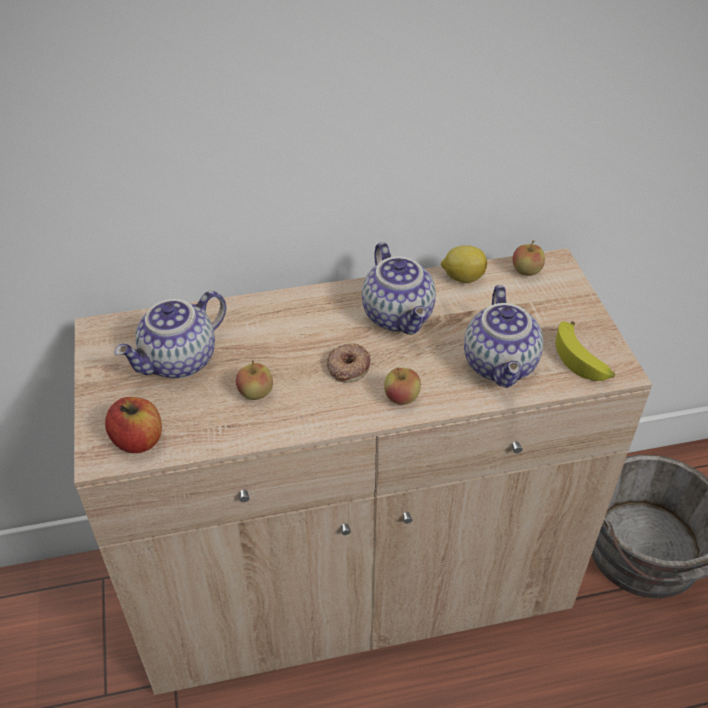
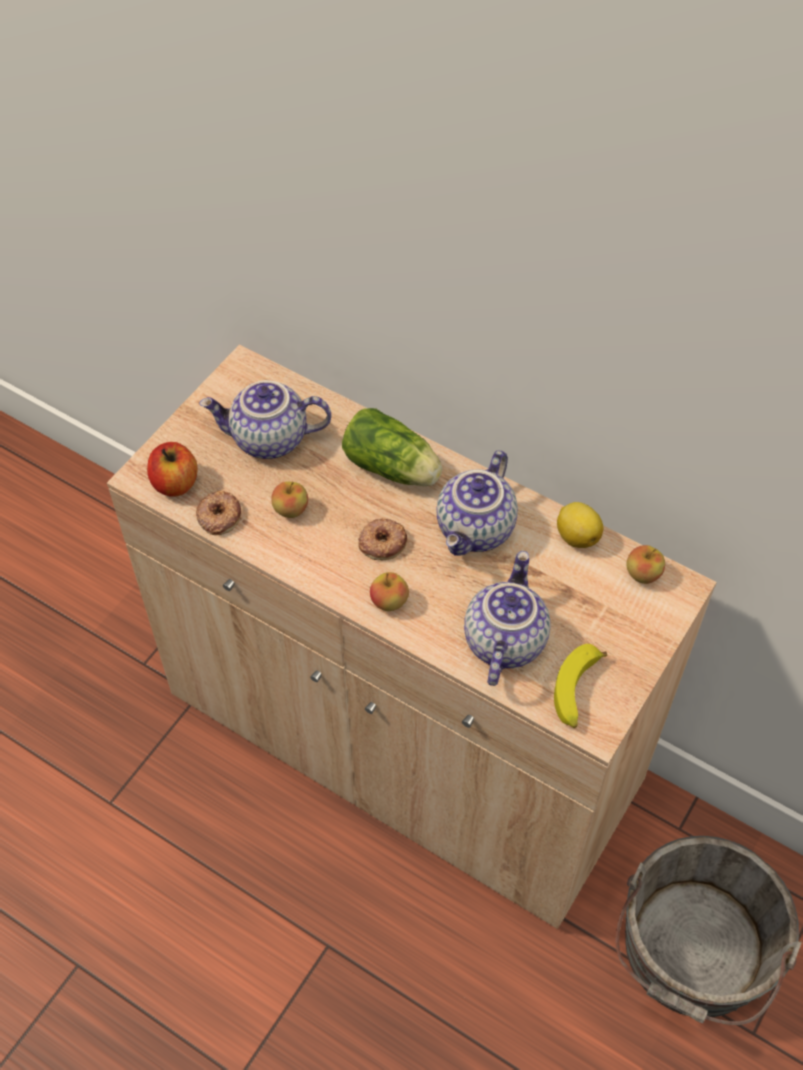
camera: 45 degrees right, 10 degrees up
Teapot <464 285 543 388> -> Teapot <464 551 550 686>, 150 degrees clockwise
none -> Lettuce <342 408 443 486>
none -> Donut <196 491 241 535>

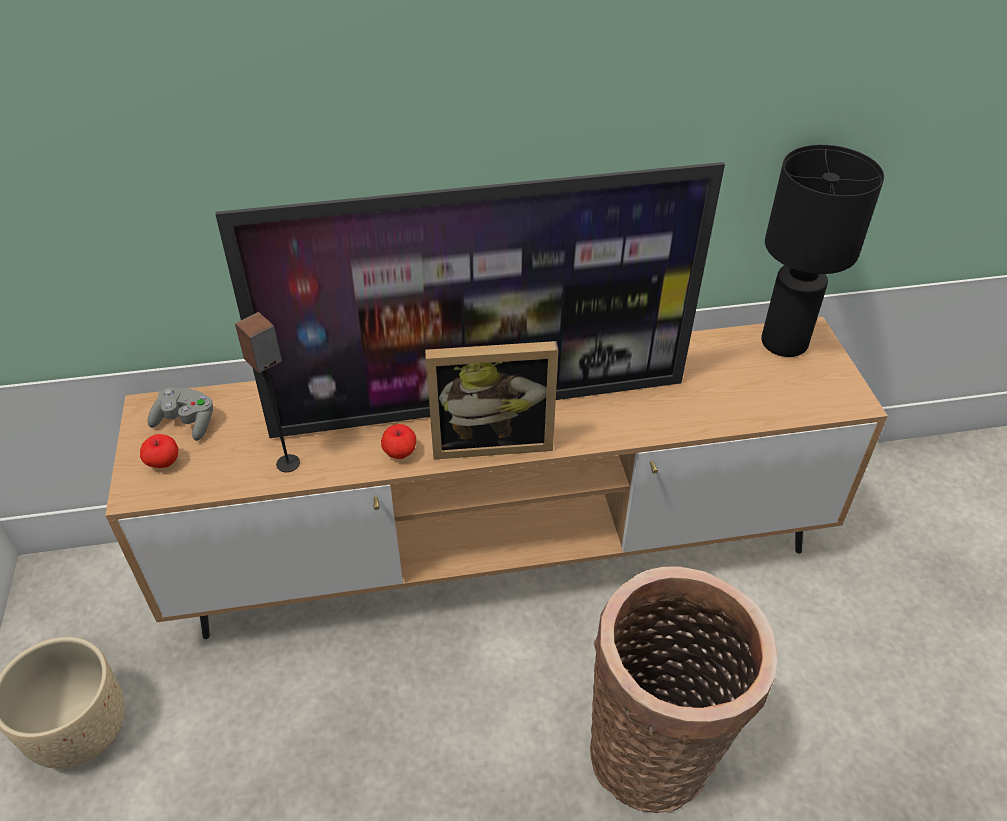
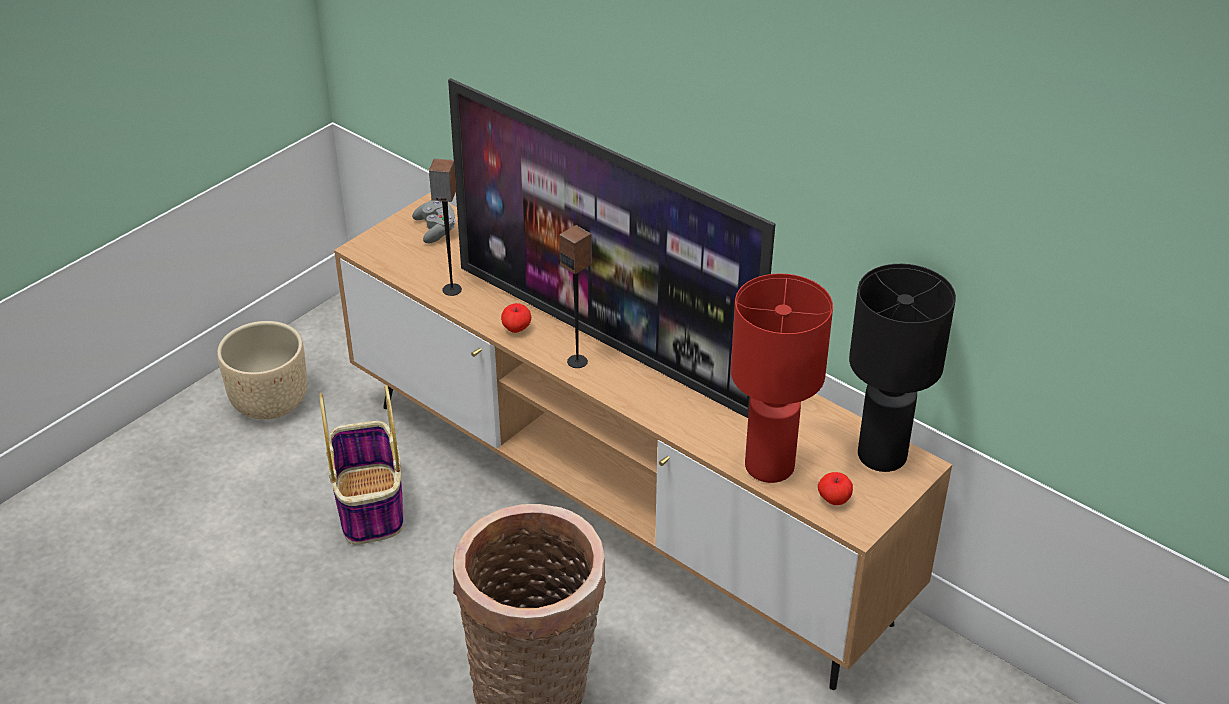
camera: 50 degrees right, 5 degrees down
PictureFrame <425 341 558 460> -> Speaker <559 225 592 368>
Apple <140 434 178 468> -> Apple <818 472 853 505>, moved
none -> RedTableLamp <731 273 833 483>
none -> Basket <319 385 403 545>

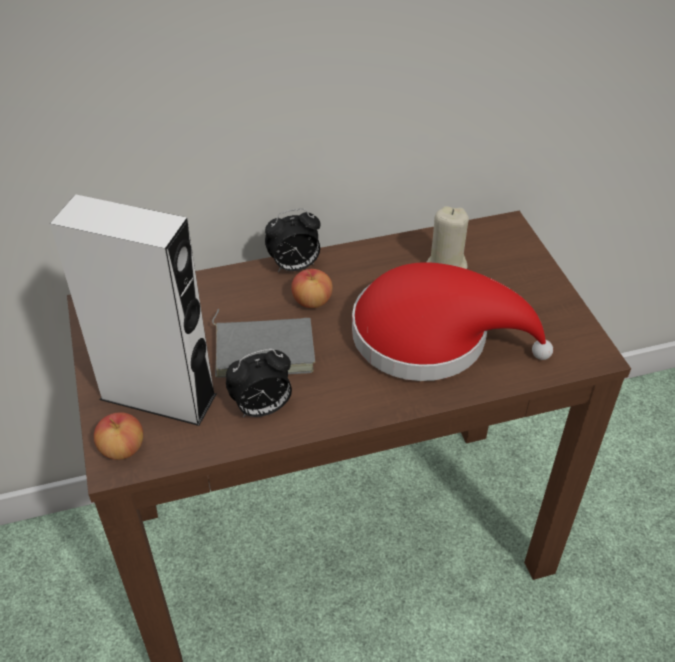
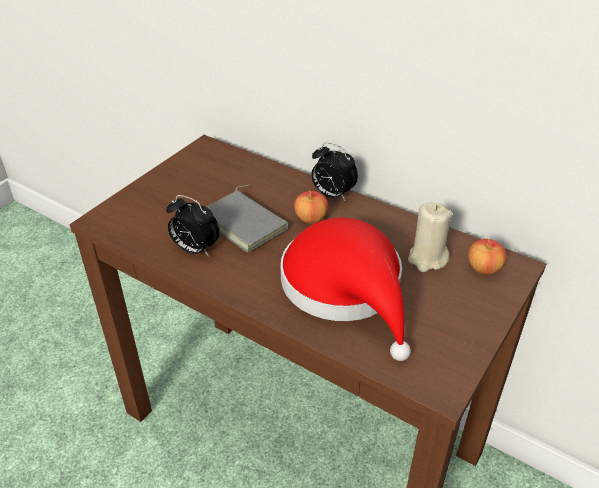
camera: 50 degrees right, 5 degrees down
WhiteSpeaker <50 194 217 426> -> none
Apple <94 412 143 460> -> Apple <468 239 507 275>, moved

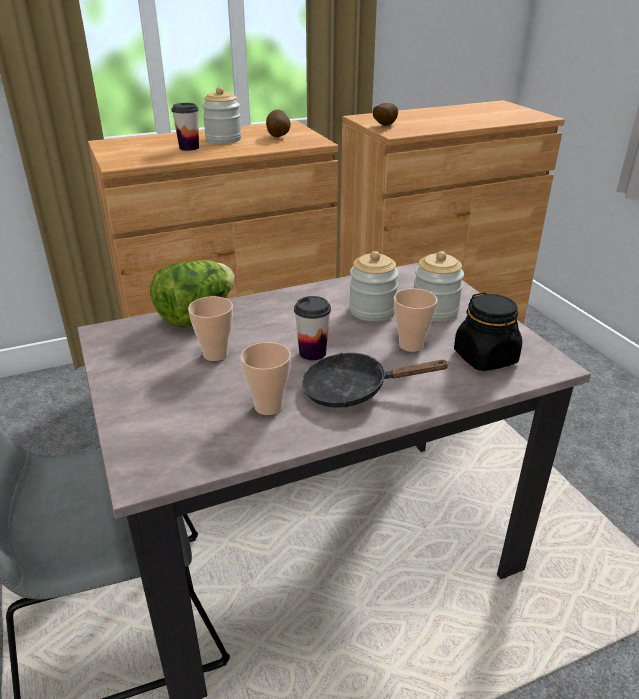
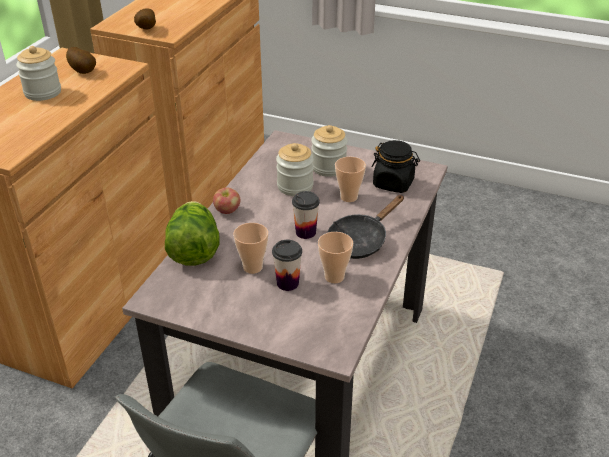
camera: 45 degrees left, 5 degrees up
Cup <172 103 199 151> -> Cup <272 240 302 291>, moved
none -> Apple <213 187 240 214>

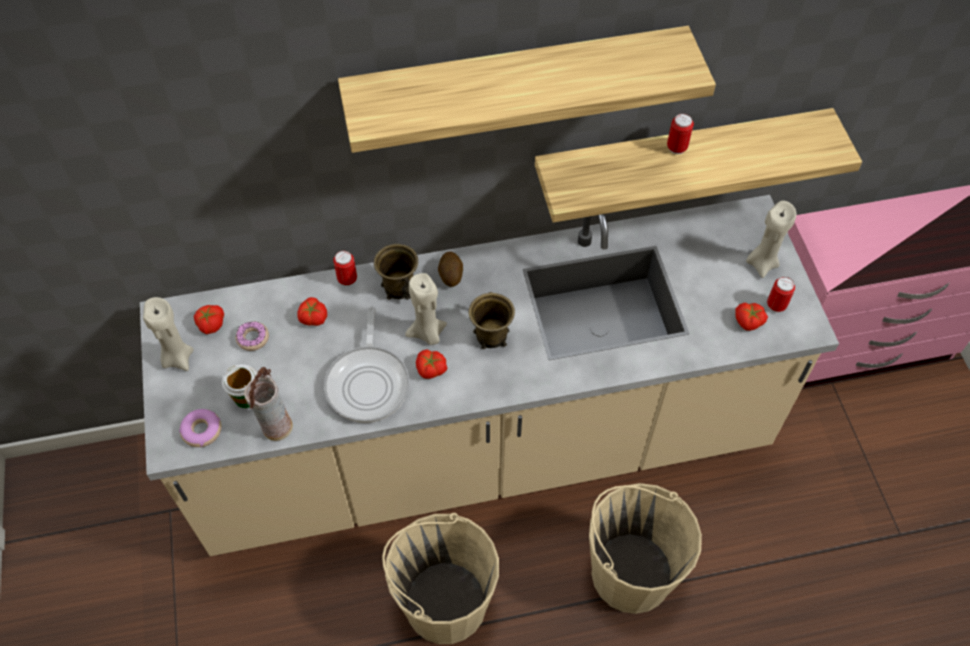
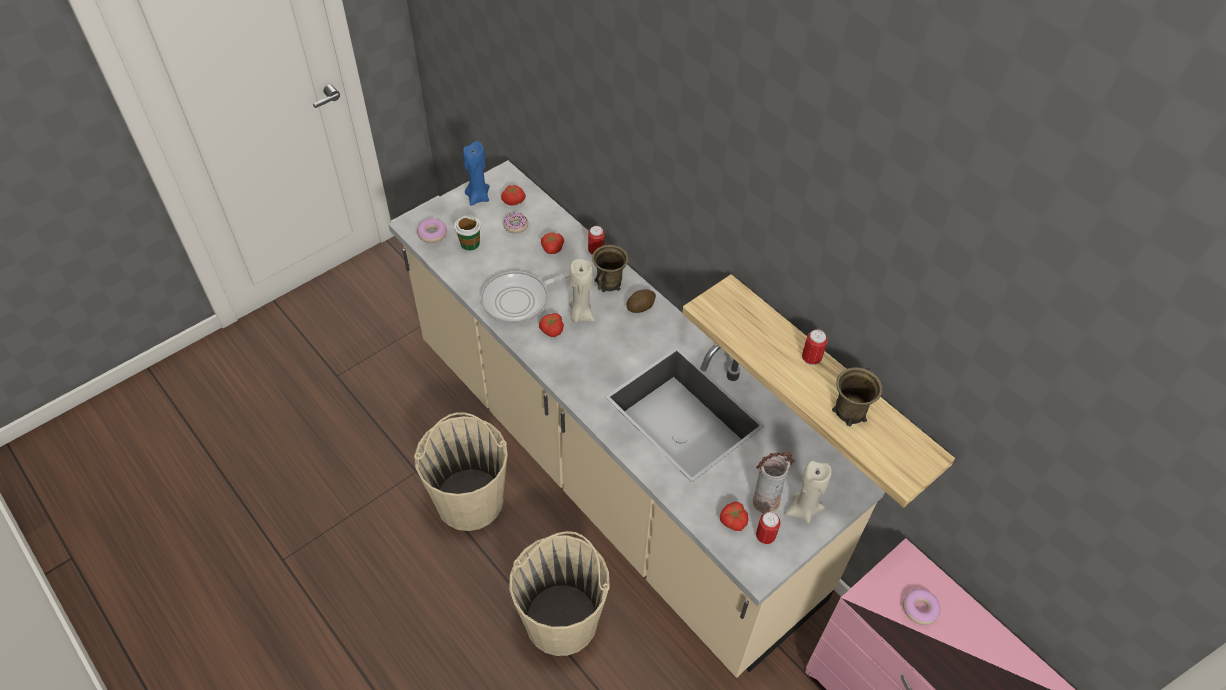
camera: 60 degrees right, 5 degrees down
Shelf <338 26 716 153> -> none
BrownMug <469 292 515 349> -> BrownMug <832 367 883 426>, moved
BeigeCandle <143 297 194 371> -> BlueCandle <463 141 490 206>
Vase <244 367 293 441> -> Vase <753 452 795 513>, moved
none -> Donut <903 589 941 625>

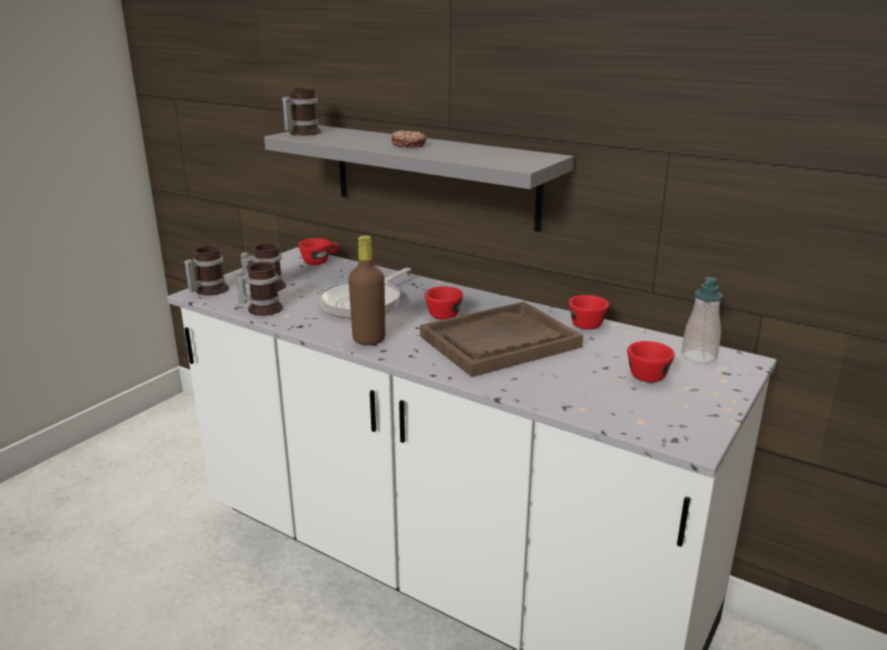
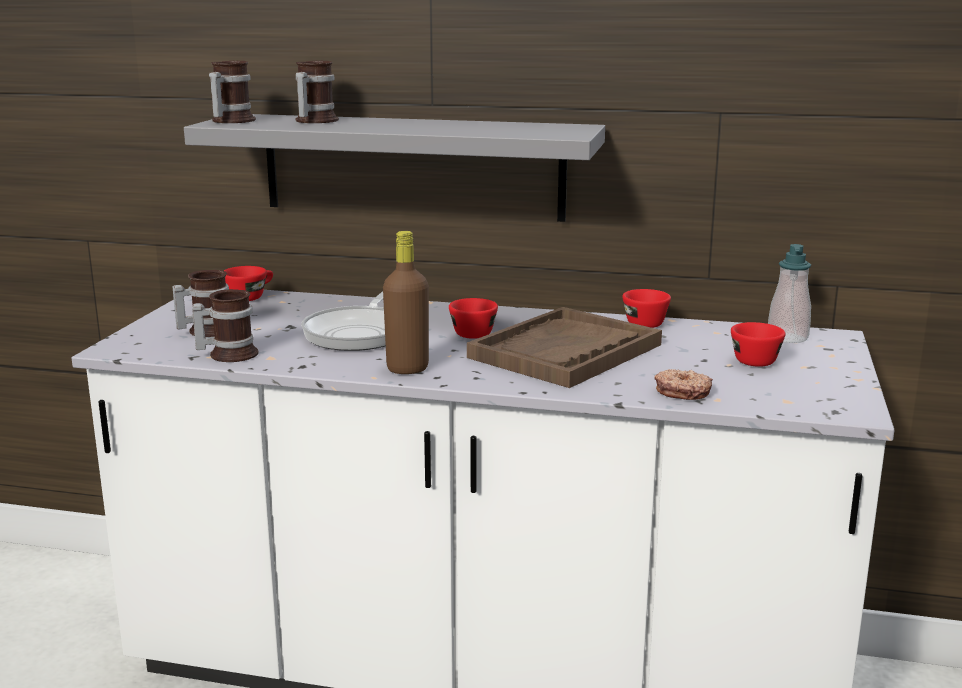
camera: 20 degrees left, 5 degrees down
Donut <392 130 426 148> -> Donut <654 369 713 400>, moved
Mug <184 245 229 296> -> Mug <296 61 339 123>, moved

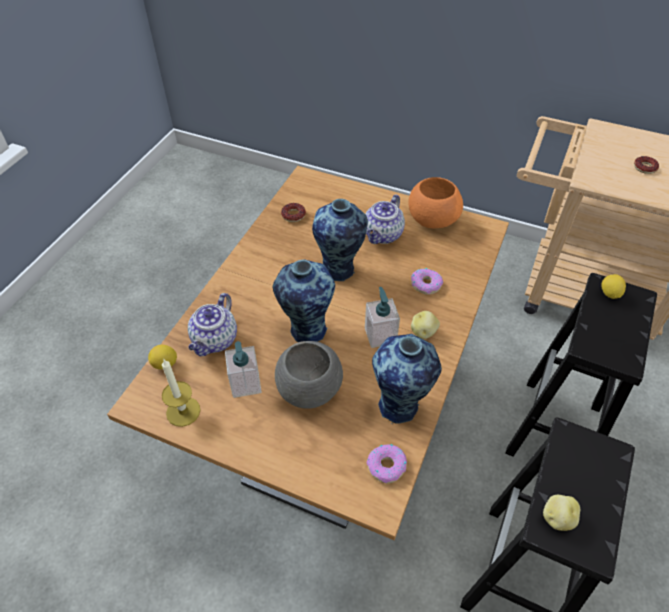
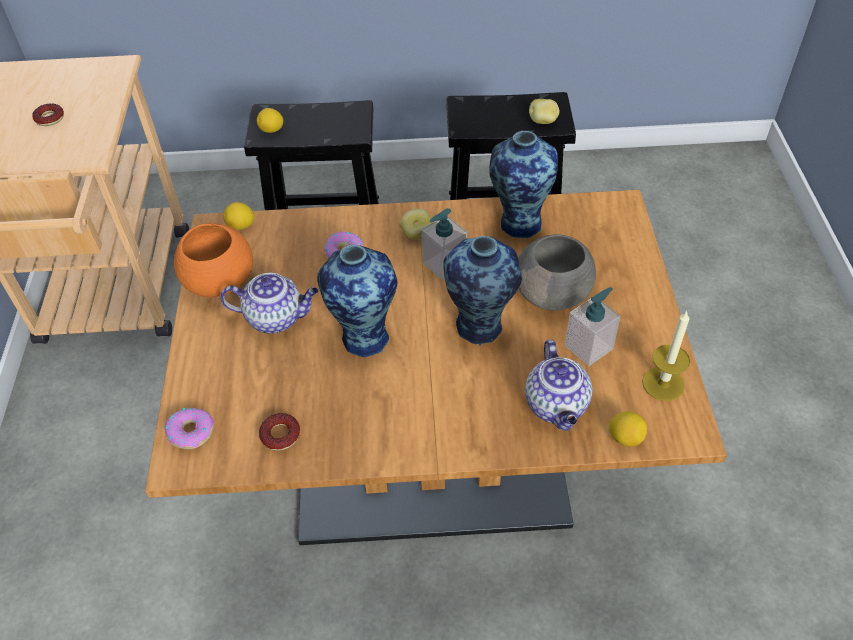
camera: 115 degrees left, 0 degrees up
Teapot <188 293 237 356> -> Teapot <525 339 593 431>, 90 degrees clockwise
Donut <367 444 407 483> -> Donut <165 408 214 449>, moved
none -> Lemon <223 202 254 230>

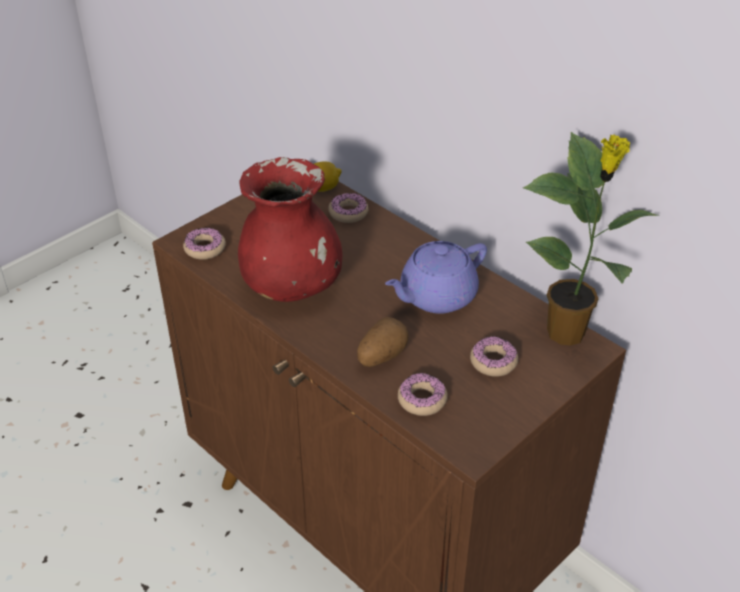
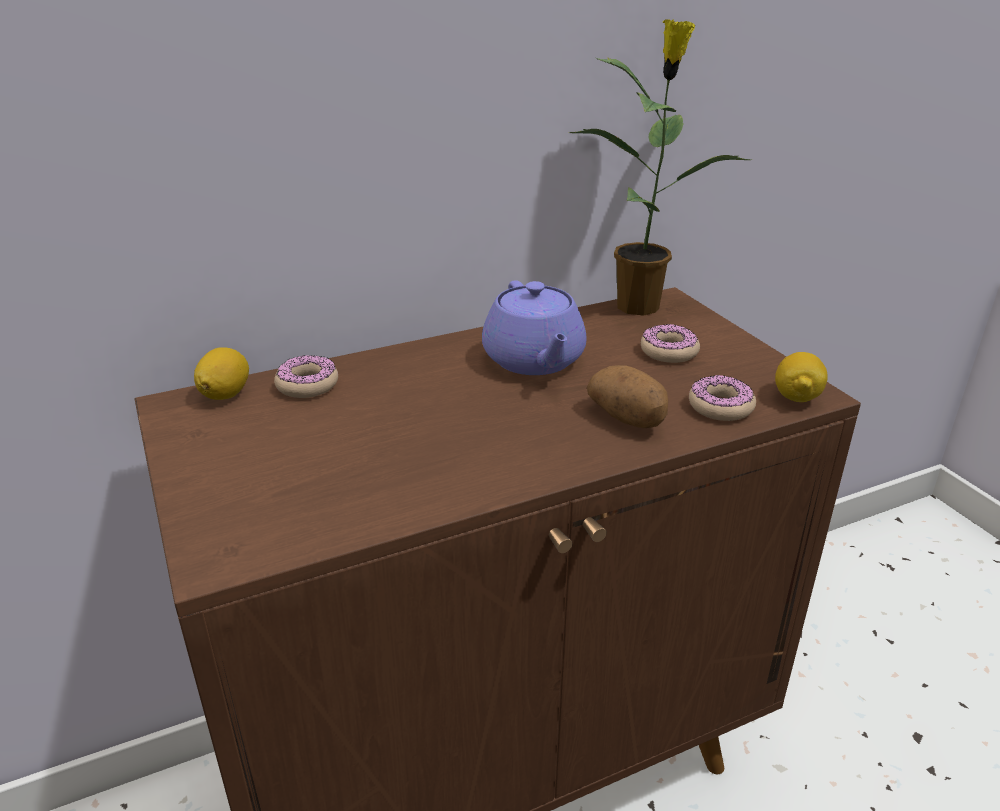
camera: 70 degrees left, 10 degrees down
RedVase <238 157 342 302> -> none
Donut <183 228 226 260> -> none
none -> Lemon <775 352 828 402>

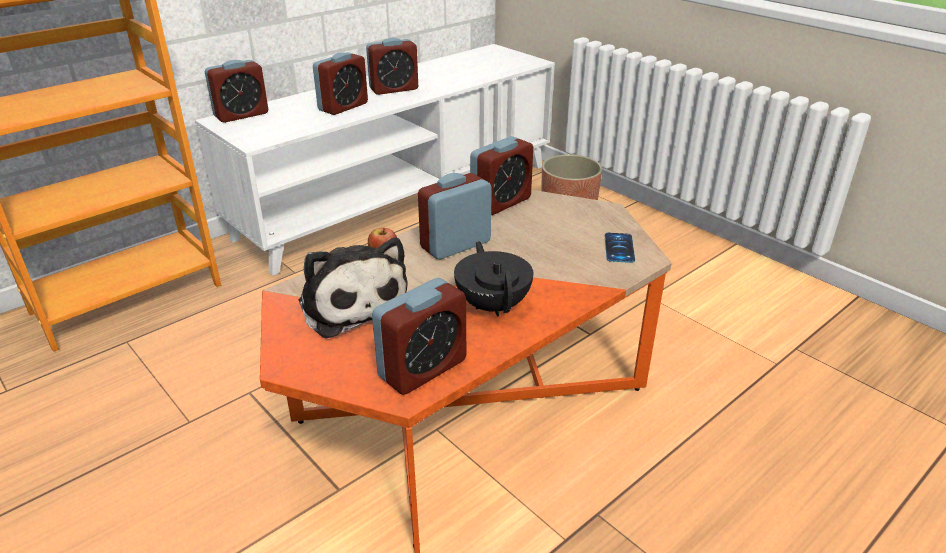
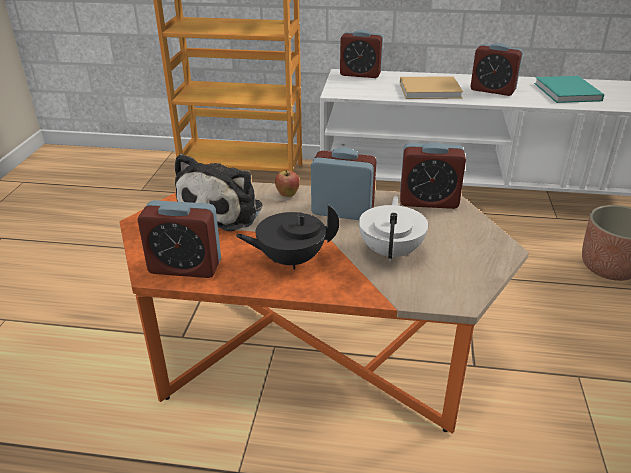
camera: 50 degrees right, 0 degrees up
AlarmClock <313 52 368 115> -> BeigeBook <400 76 463 99>
Phone <605 233 635 263> -> none
BlackTeapot <454 241 533 316> -> BlackTeapot <235 204 339 270>, 135 degrees counterclockwise
none -> TurquoiseBook <534 76 605 103>
none -> WhiteTeapot <359 196 428 262>

